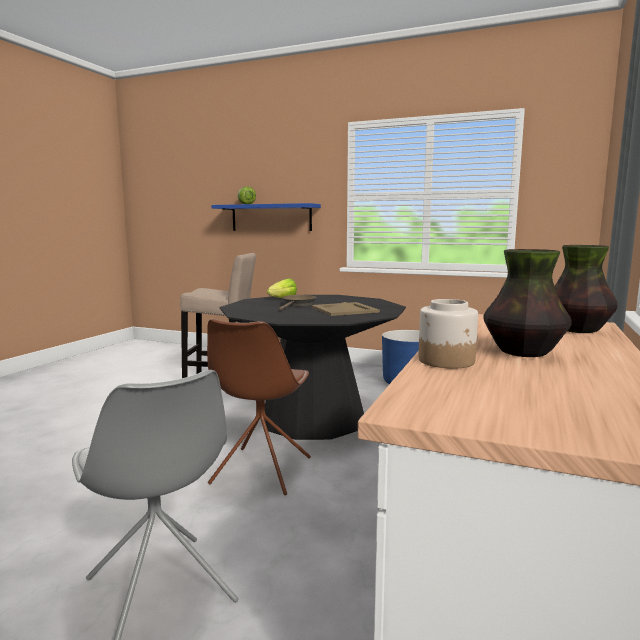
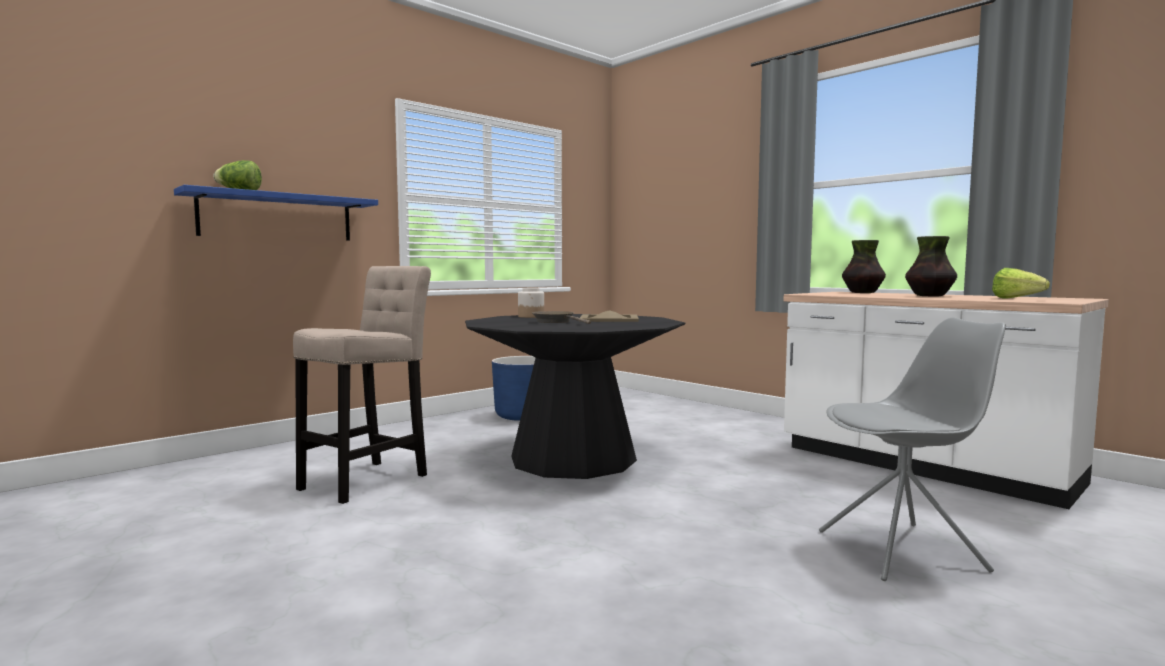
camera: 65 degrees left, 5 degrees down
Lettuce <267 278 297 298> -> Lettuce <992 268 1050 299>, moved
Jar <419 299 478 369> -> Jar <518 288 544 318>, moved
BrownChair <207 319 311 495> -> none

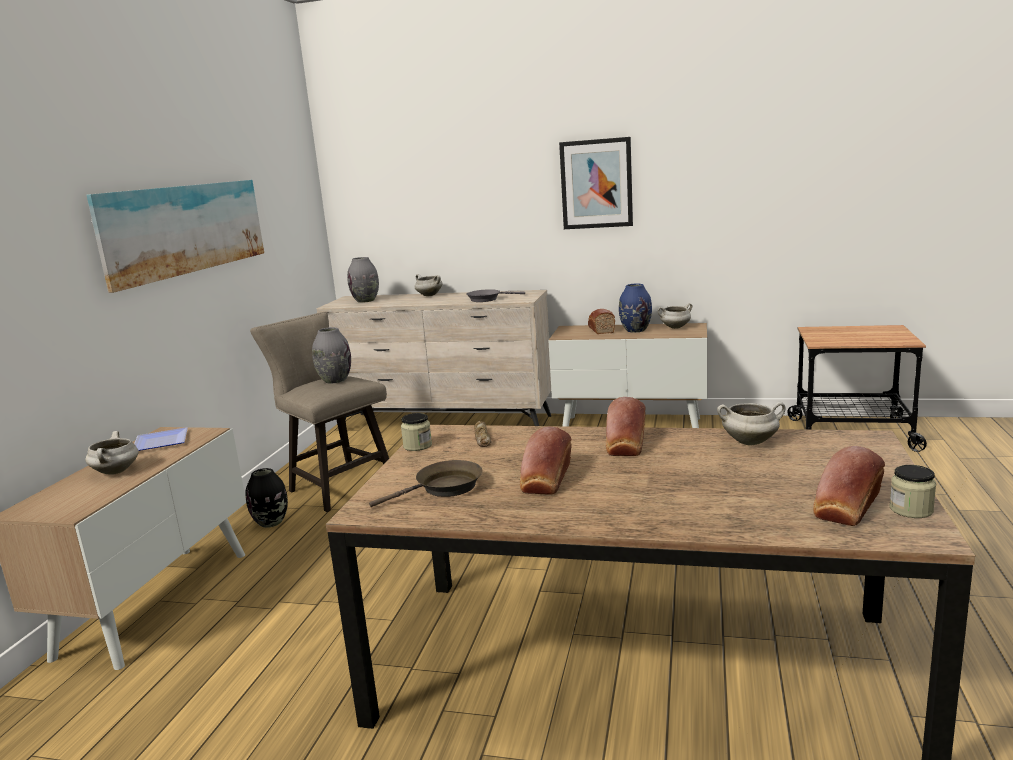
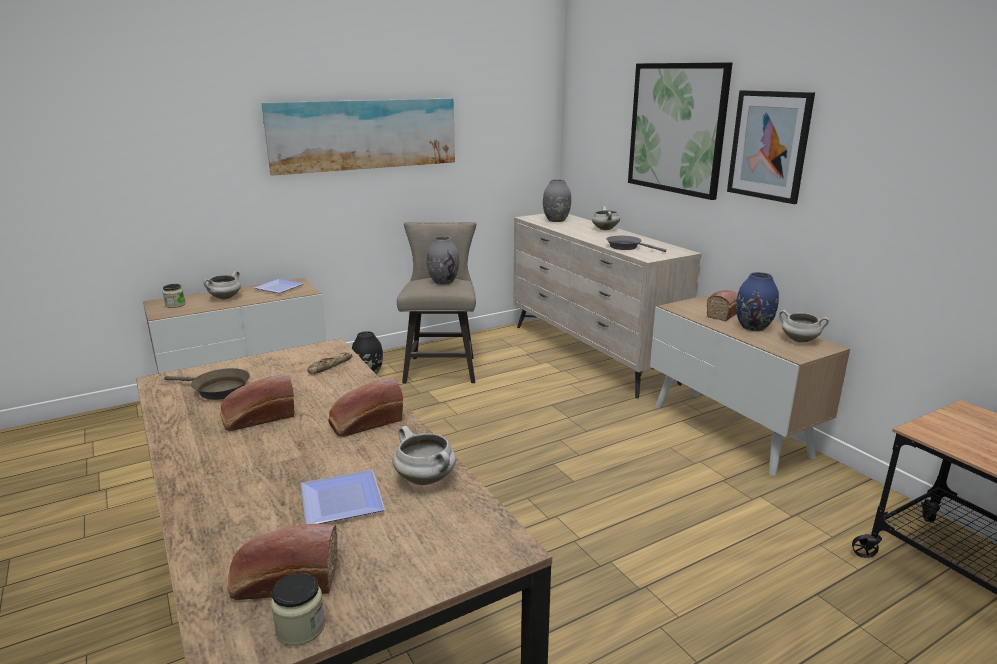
camera: 45 degrees right, 5 degrees up
Jar <401 413 432 451> -> Jar <163 284 185 308>, moved
none -> Picture <628 62 732 200>
none -> Plate <301 470 385 524>

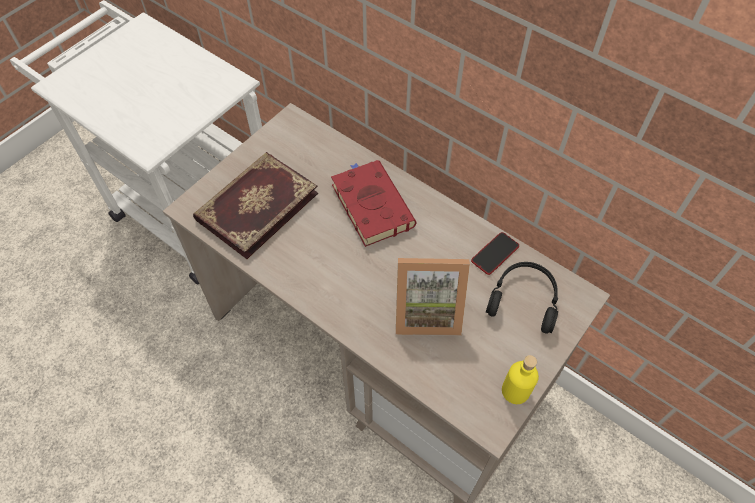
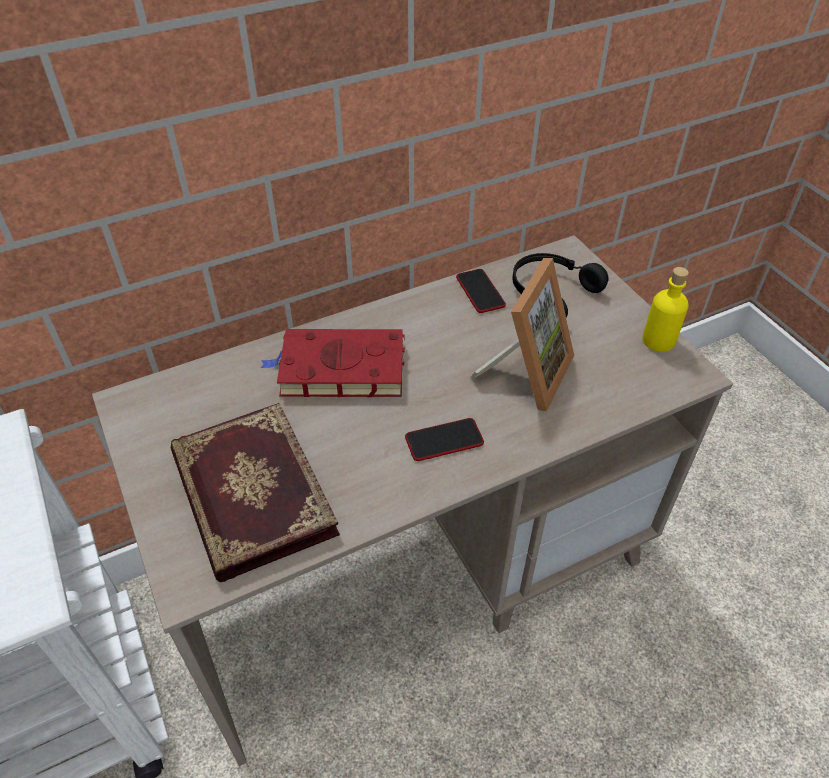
camera: 65 degrees left, 10 degrees down
none -> Phone <405 418 484 461>

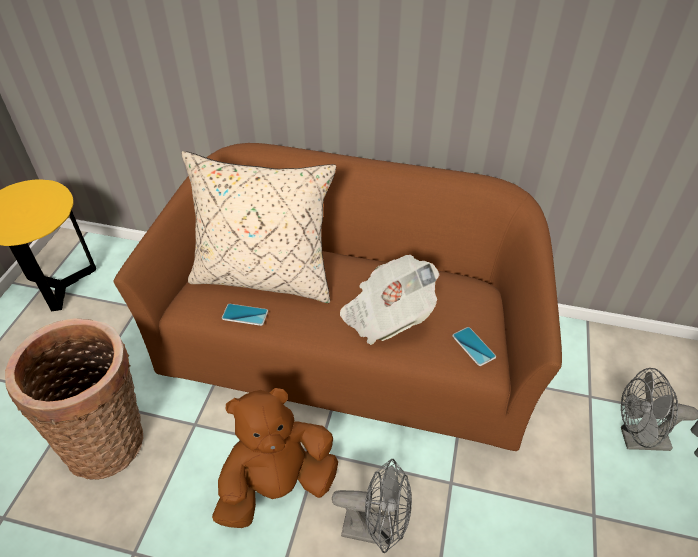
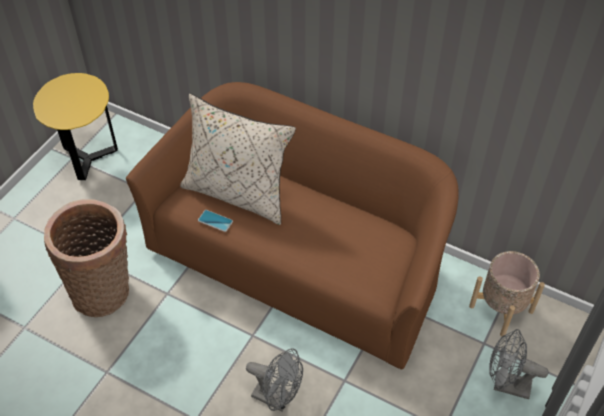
camera: 15 degrees right, 5 degrees up
Newspaper <340 255 440 345> -> none
Phone <452 327 496 366> -> none
BrownPlushToy <212 388 338 528> -> none
none -> BeigePlanter <469 251 545 336>

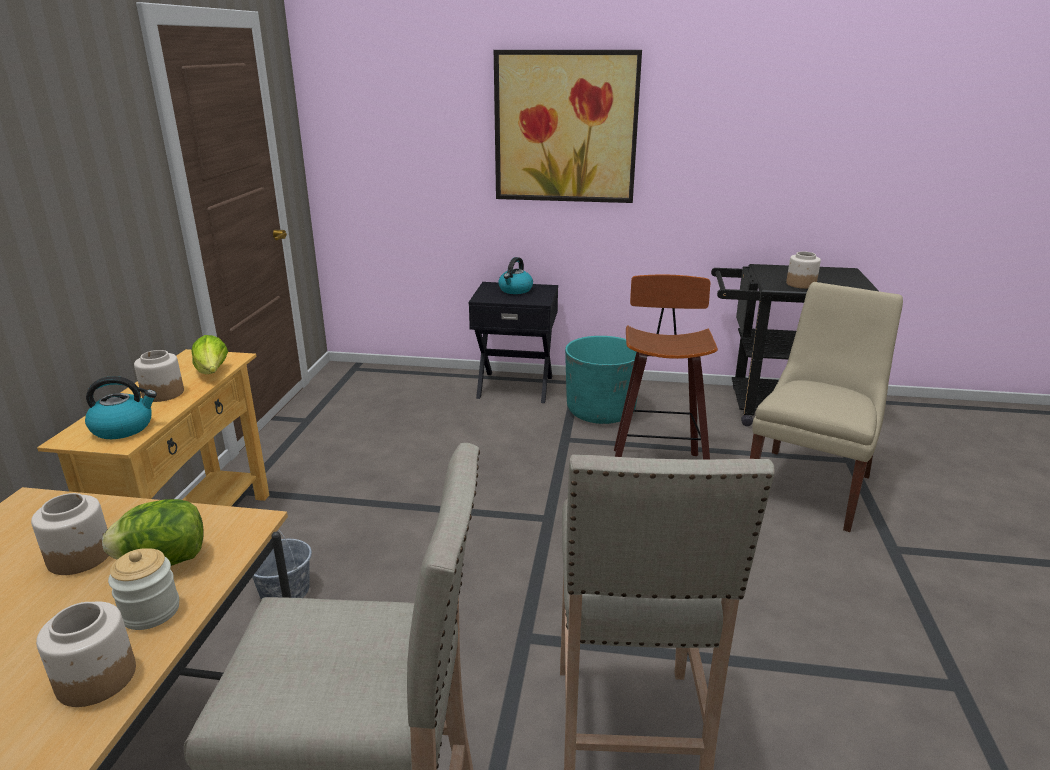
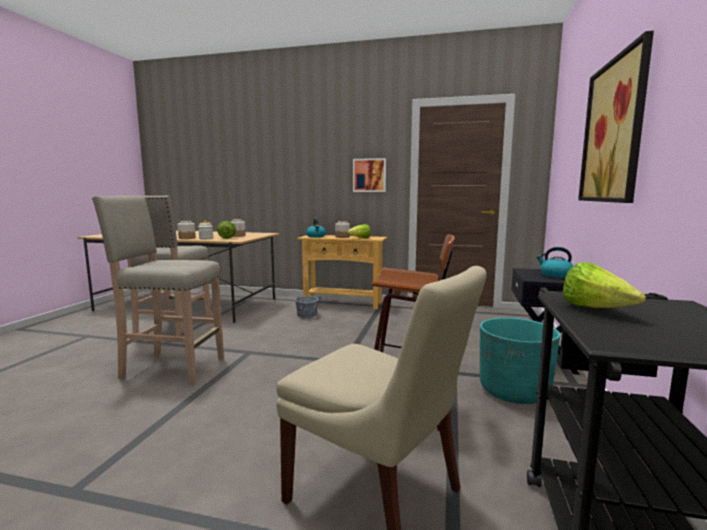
camera: 95 degrees right, 15 degrees down
Jar <786 251 821 289> -> Lettuce <562 262 646 308>
none -> Picture <353 158 386 192>

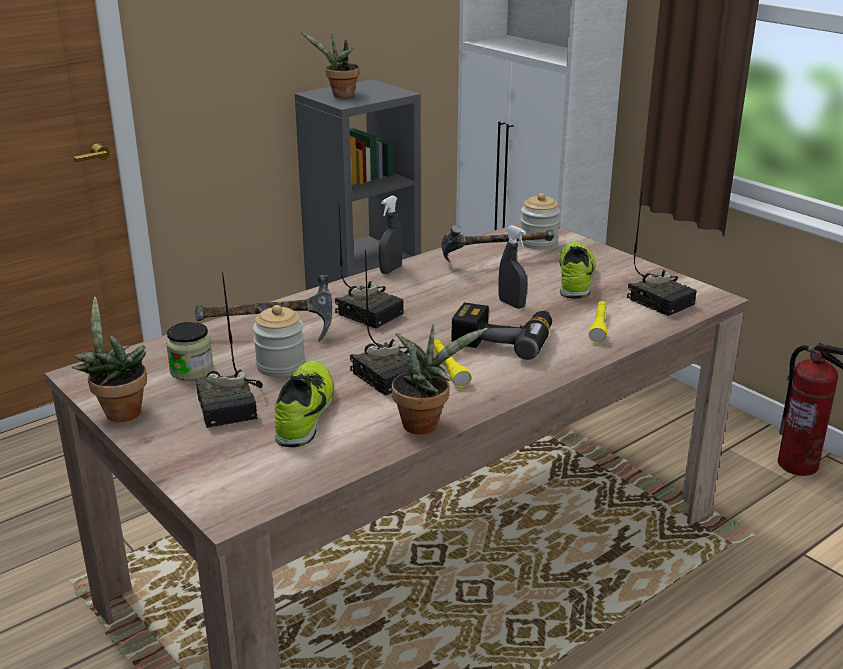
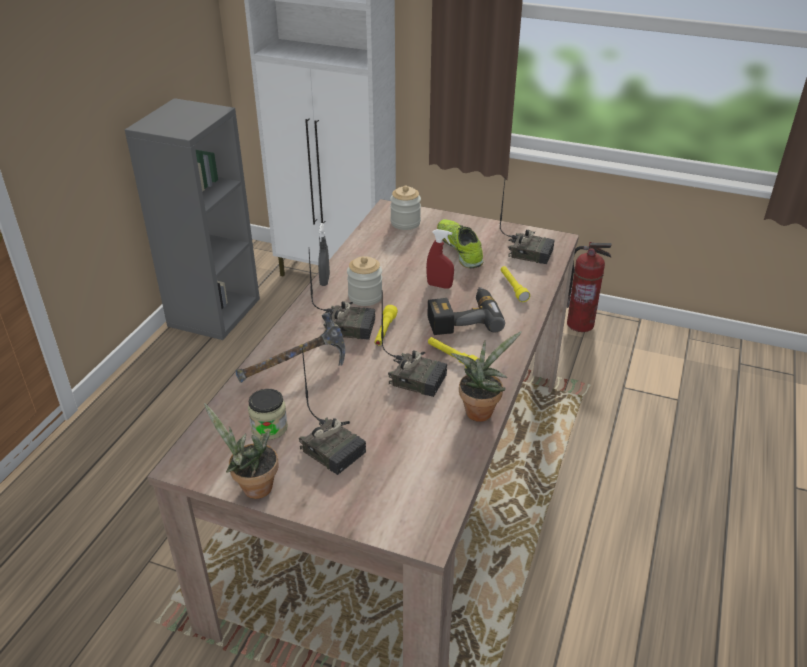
camera: 30 degrees left, 10 degrees up
PottedPlant <301 32 359 98> -> none
Hammer <441 225 554 262> -> none
GreySprayBottle <498 225 527 309> -> RedSprayBottle <426 229 454 289>
Jar <253 305 305 377> -> Jar <347 256 382 306>, moved
Shoe <275 361 334 447> -> none
none -> YellowFlashlight <374 305 398 346>

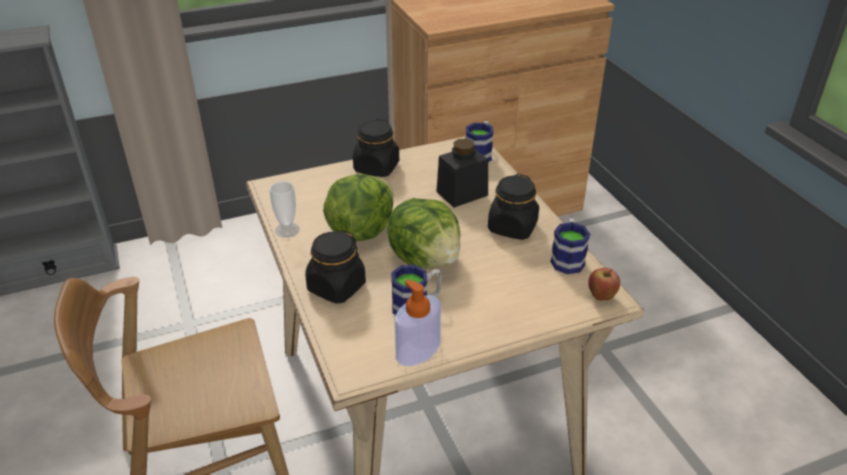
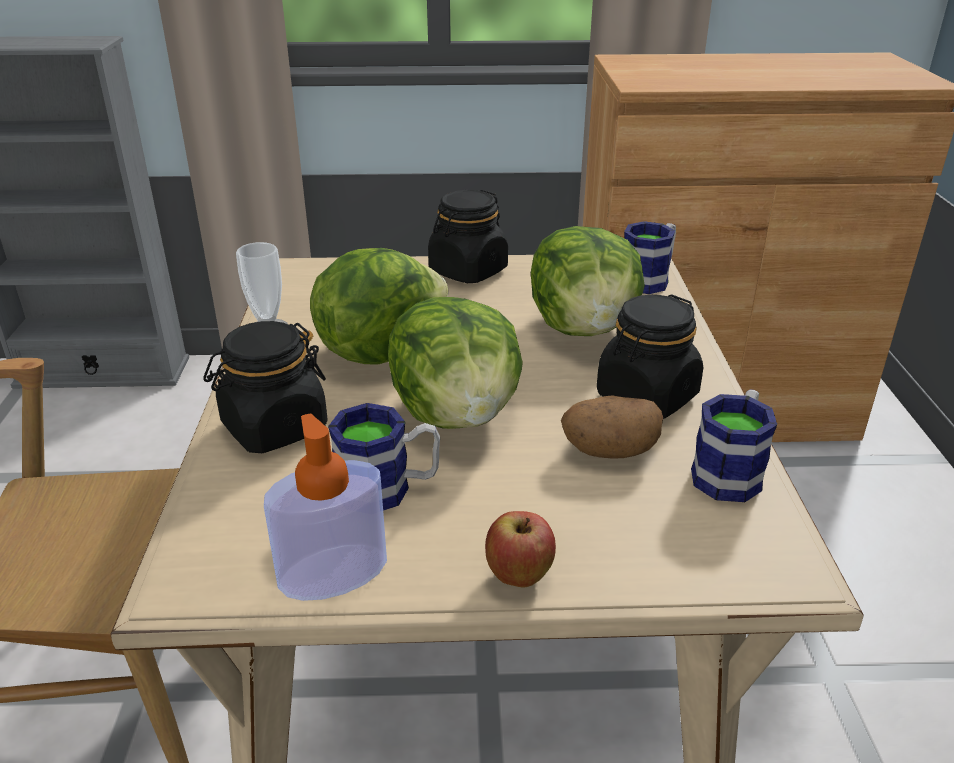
camera: 20 degrees right, 5 degrees down
BlackJar <436 138 488 207> -> Lettuce <531 226 645 336>
Apple <588 268 620 301> -> Apple <485 511 556 588>, moved
none -> Potato <561 395 663 458>

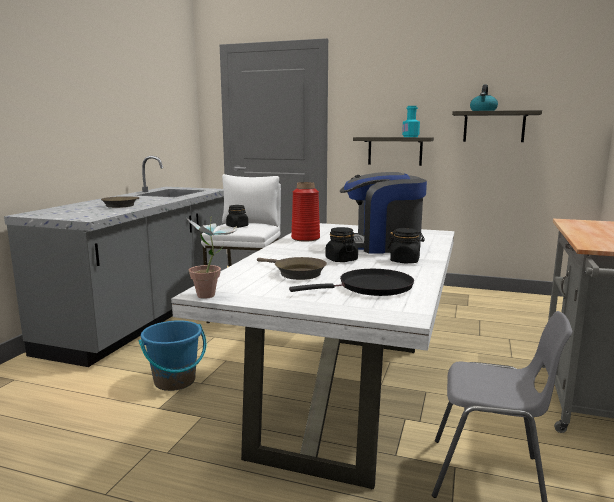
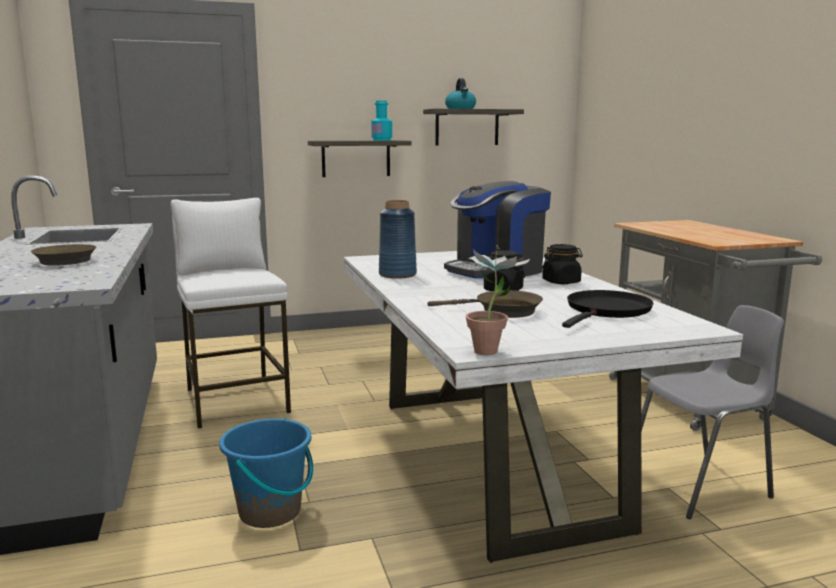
camera: 35 degrees left, 0 degrees up
RedVase <291 182 320 242> -> BlueVase <379 200 417 279>
BlackJar <226 205 248 228> -> none

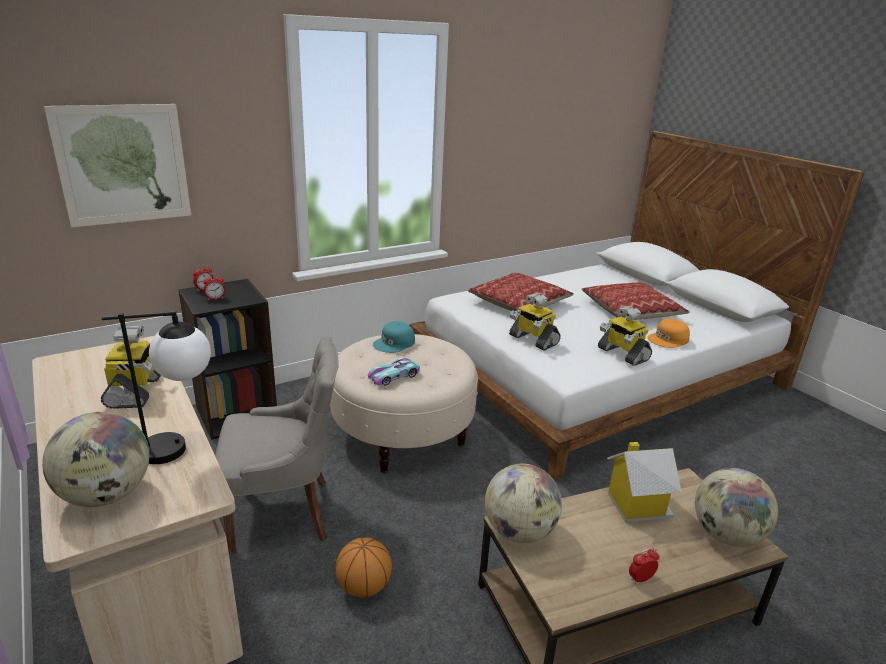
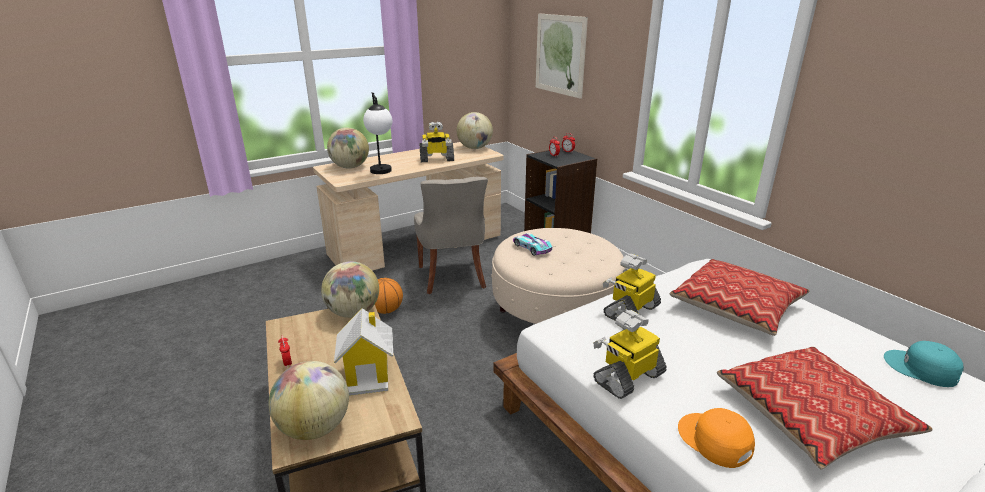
camera: 90 degrees right, 0 degrees up
TurquoiseCap <373 321 415 353> -> TurquoiseCap <884 341 964 387>, moved
none -> Globe <457 112 493 149>

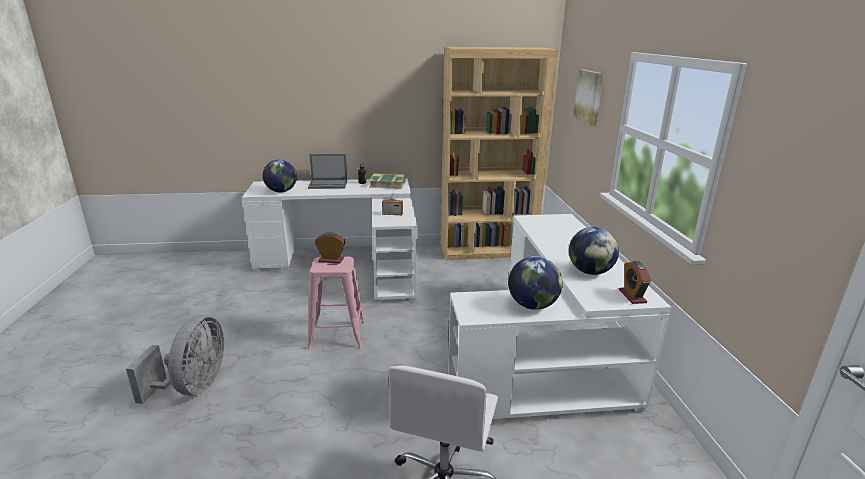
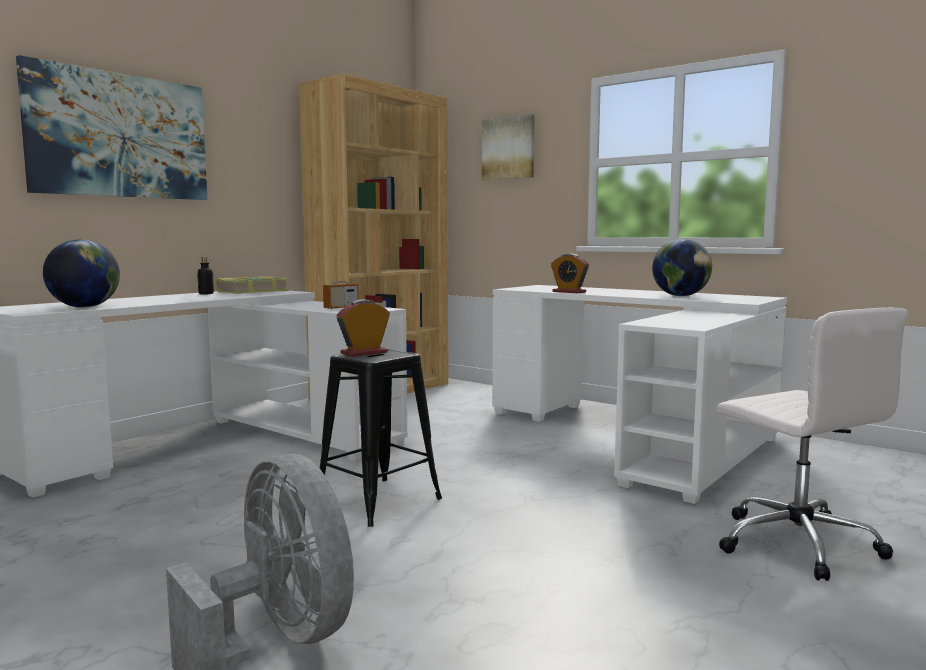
camera: 45 degrees left, 15 degrees down
Laptop <308 154 347 189> -> none
Globe <508 256 563 310> -> none
PinkStool <307 257 365 349> -> BlackStool <320 349 442 527>
AlarmClock <619 261 651 304> -> AlarmClock <551 254 589 293>, moved
none -> Picture <16 55 207 200>

